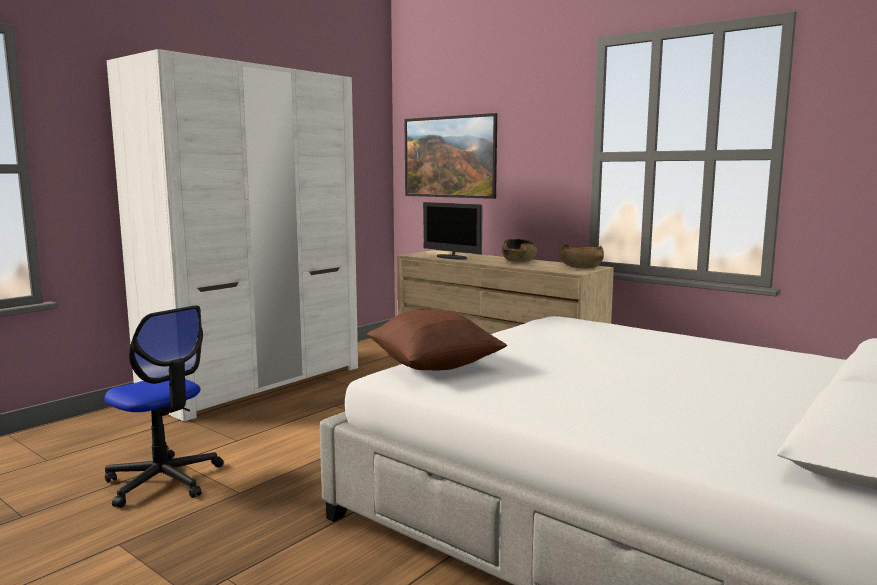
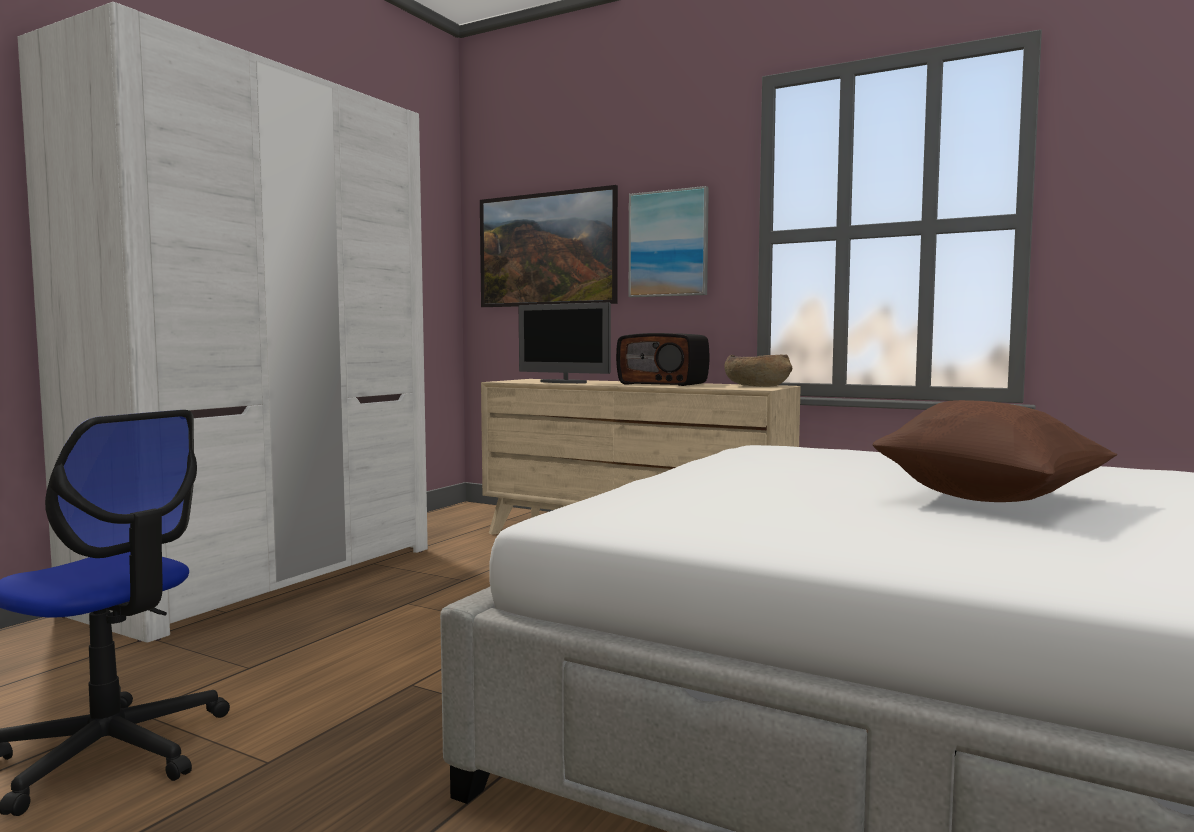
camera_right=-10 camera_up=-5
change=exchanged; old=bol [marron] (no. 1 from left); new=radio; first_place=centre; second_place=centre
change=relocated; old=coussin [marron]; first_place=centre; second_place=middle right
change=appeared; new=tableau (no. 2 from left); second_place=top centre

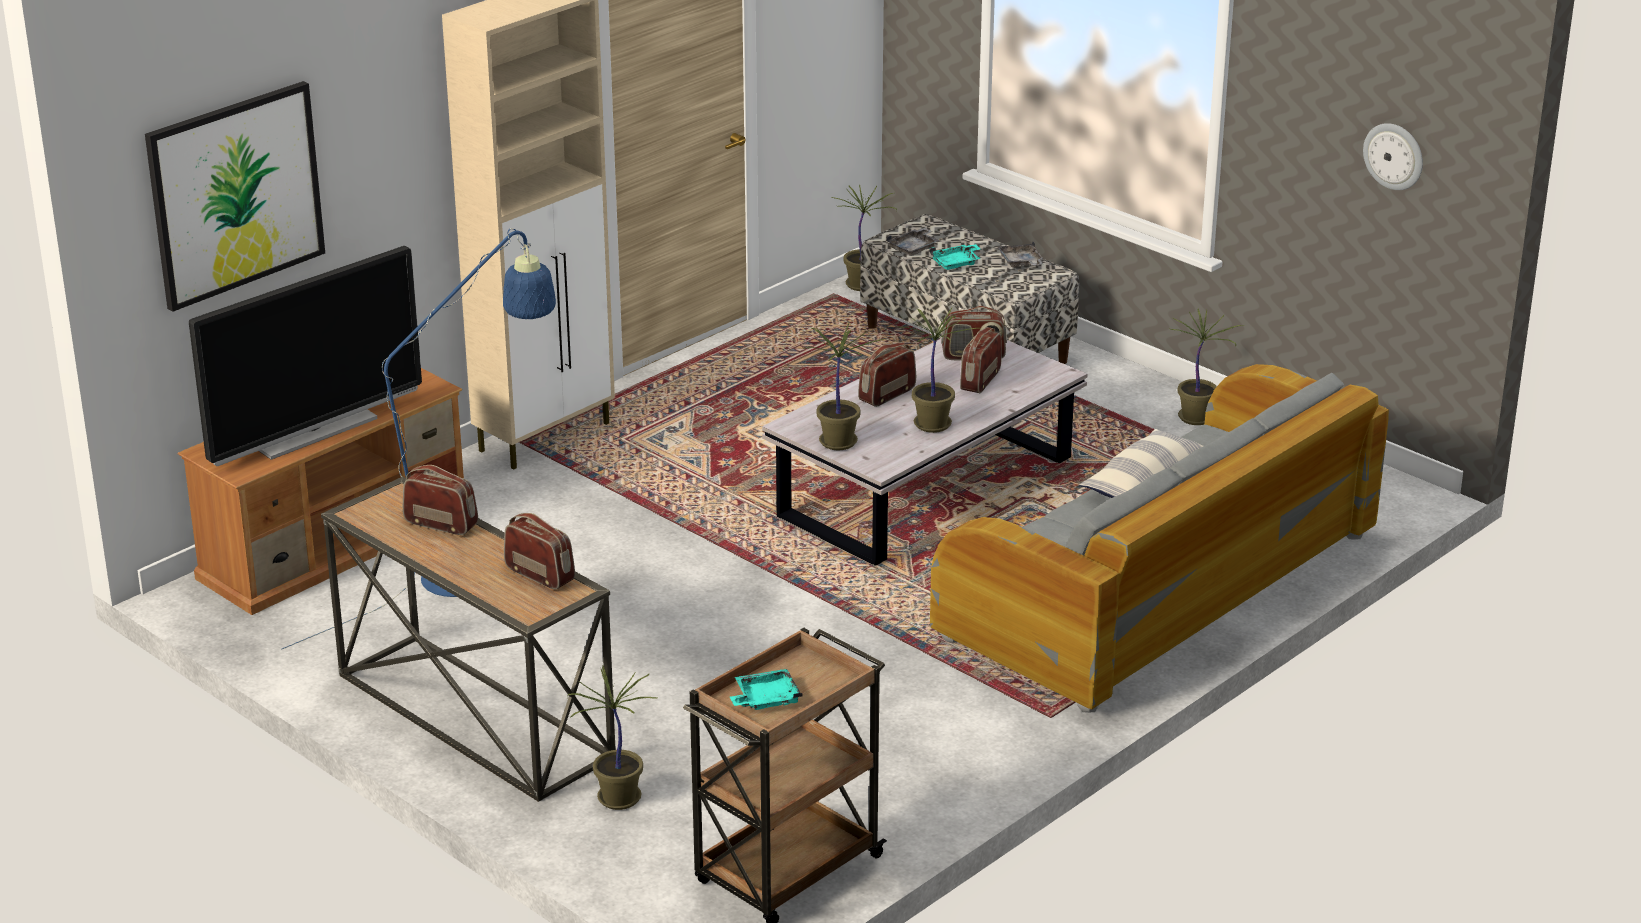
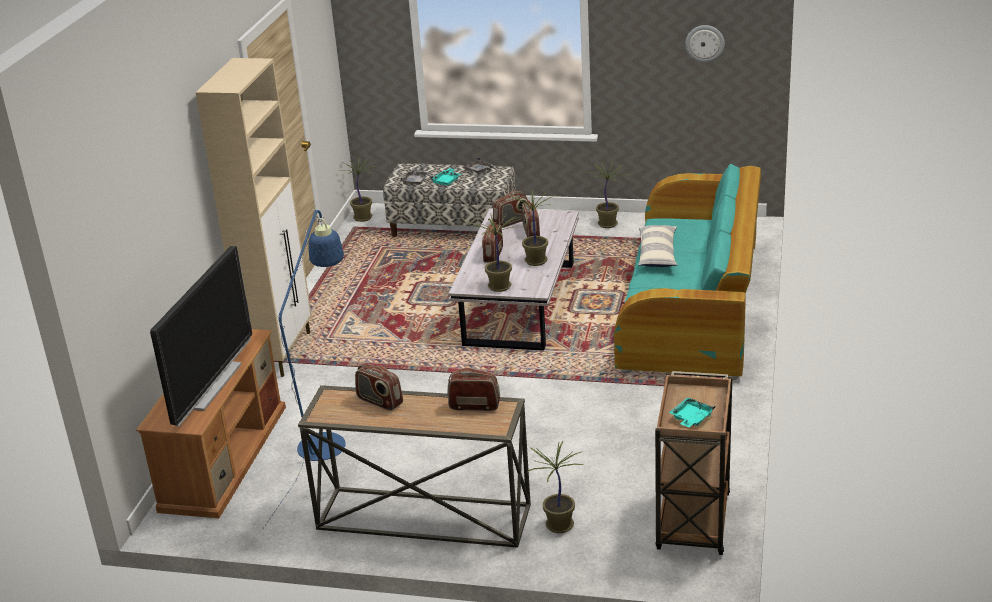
camera_right=-30 camera_up=0
change=missing; old=tableau; first_place=top left
change=colour; old=canapé [gris]; new=canapé [turquoise]; first_place=middle right; second_place=middle right
change=spun; old=radio (no. 1 from left); first_place=middle left; second_place=centre; degrees=-135

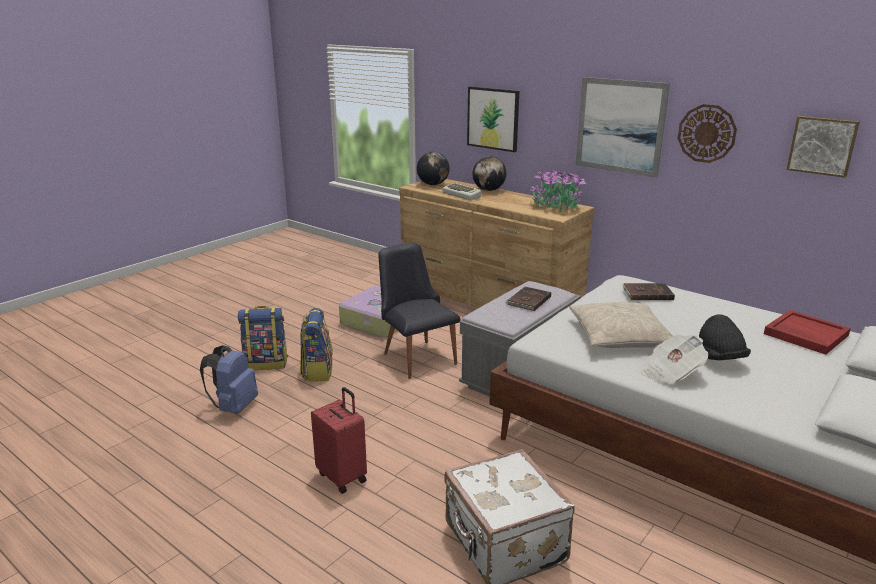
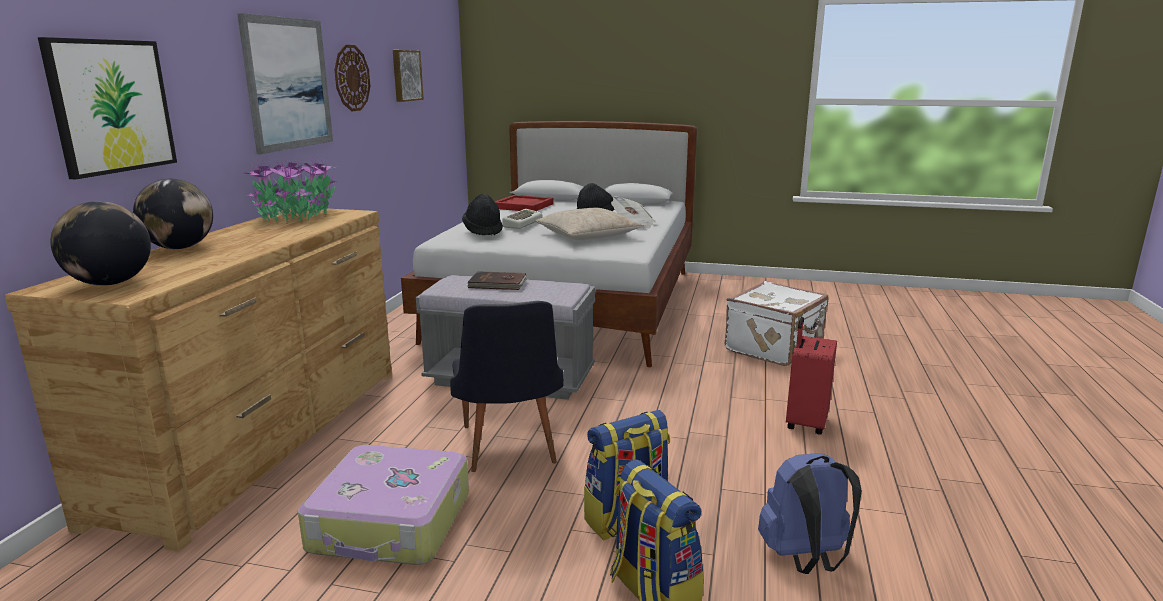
camera_right=-115 camera_up=-5
change=relocated; old=clavier; first_place=top centre; second_place=centre
change=spun; old=chaise [noir]; first_place=centre; second_place=centre; degrees=-45
change=exchanged; old=livre [marron] (no. 2 from left); new=chapeau [noir] (no. 1 from left); first_place=middle right; second_place=centre

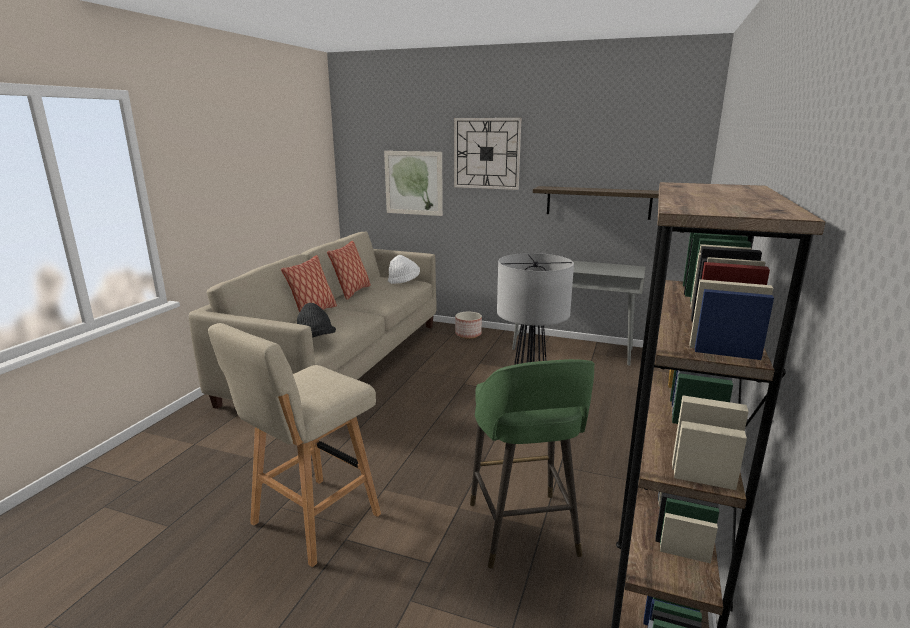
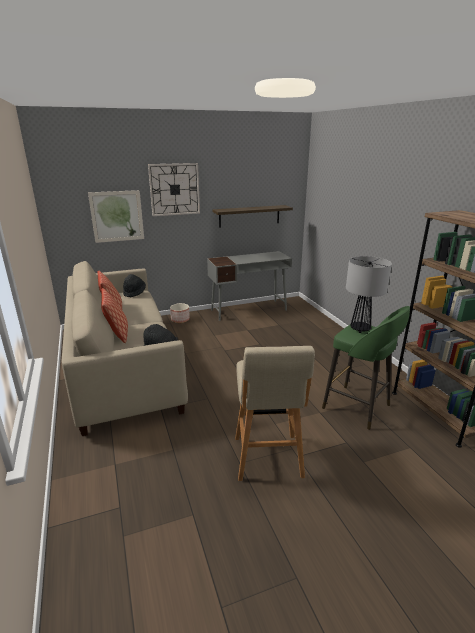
camera_right=-40 camera_up=5
change=colour; old=chapeau [blanc]; new=chapeau [noir] (no. 1 from left); first_place=centre; second_place=middle left

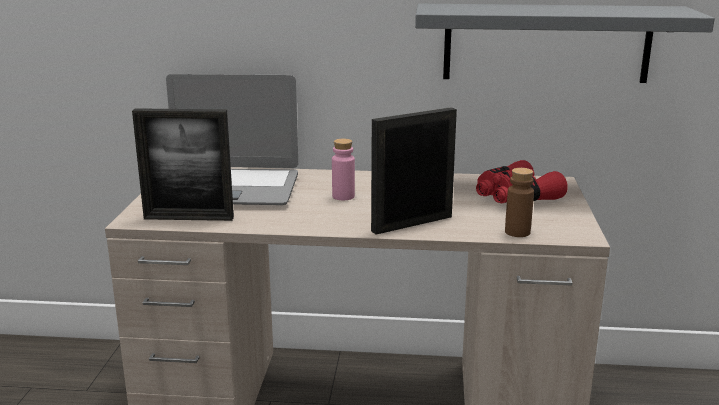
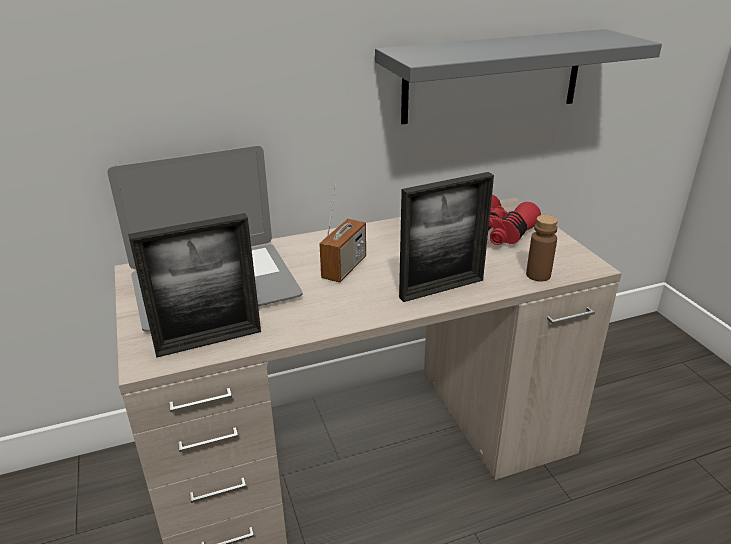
camera_right=-25 camera_up=10
change=spun; old=cadre photo (no. 2 from left); first_place=centre; second_place=centre; degrees=-150
change=exchanged; old=bouteille [rose]; new=radio; first_place=centre; second_place=centre

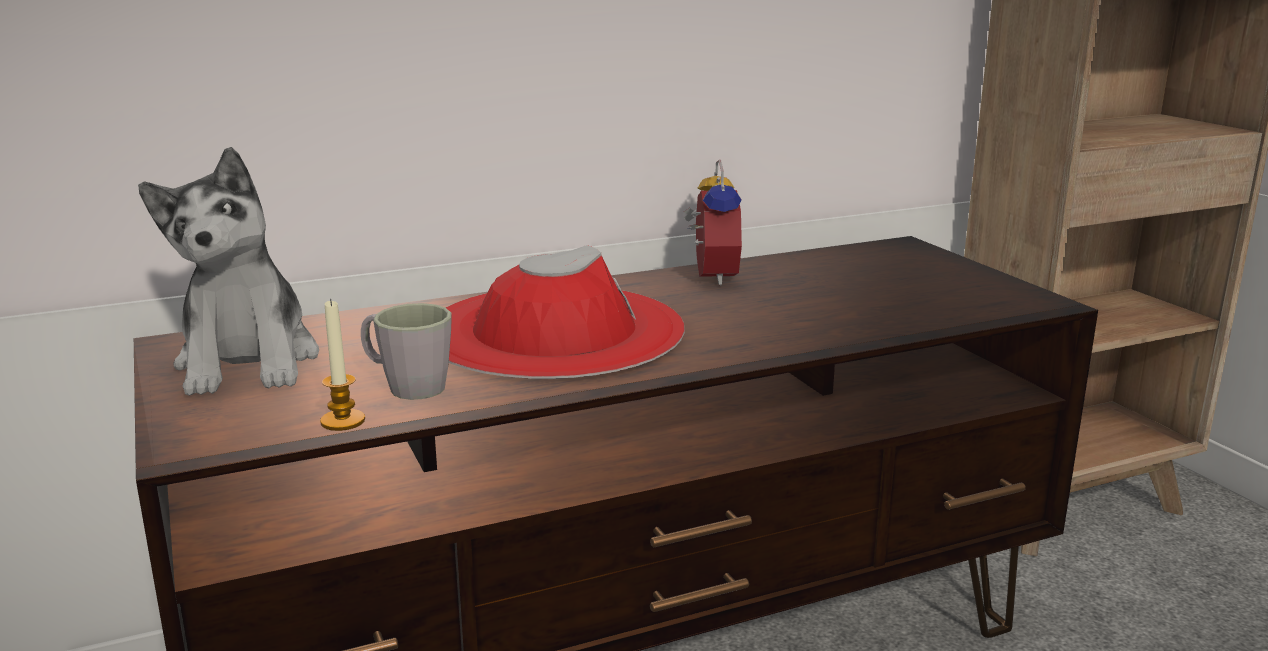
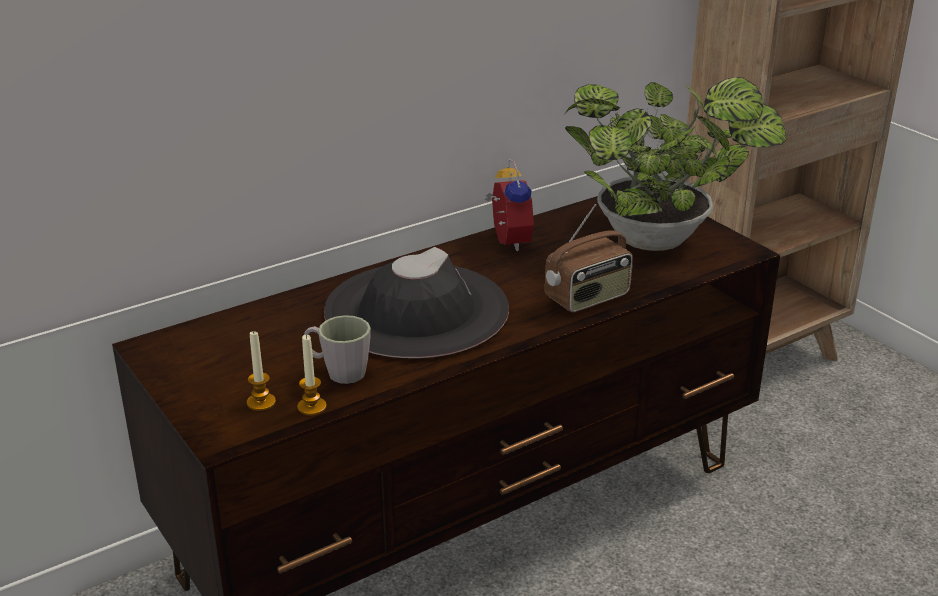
camera_right=-10 camera_up=10
change=missing; old=peluche; first_place=middle left
change=colour; old=chapeau [rouge]; new=chapeau [noir]; first_place=centre; second_place=centre
change=appeared; new=plante en pot; second_place=top right
change=appeared; new=radio; second_place=centre
change=appeared; new=bougie (no. 1 from left); second_place=middle left

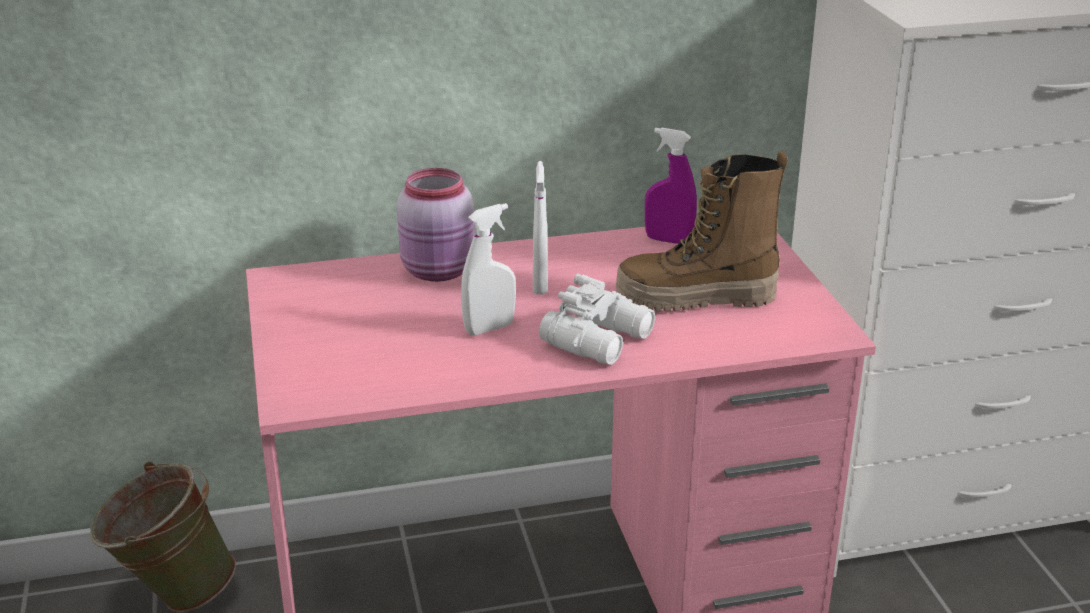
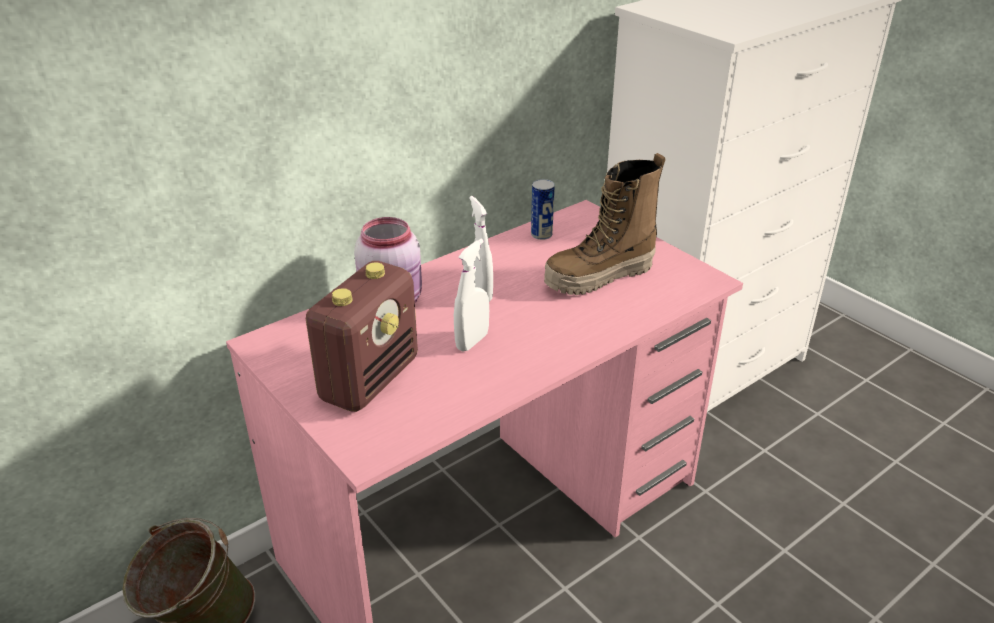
camera_right=-25 camera_up=5
change=exchanged; old=vaporisateur [violet]; new=boîte métallique; first_place=top centre; second_place=centre
change=missing; old=jumelles [blanc]; first_place=centre
change=appeared; new=radio; second_place=centre

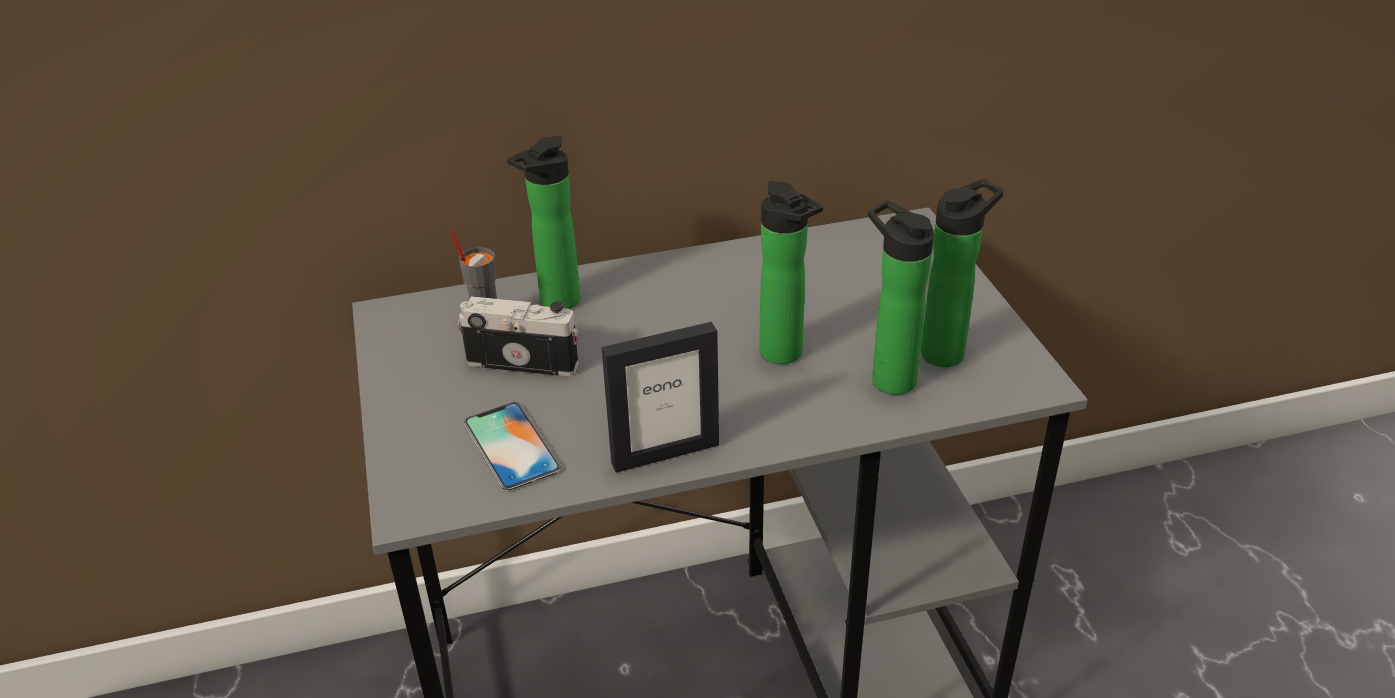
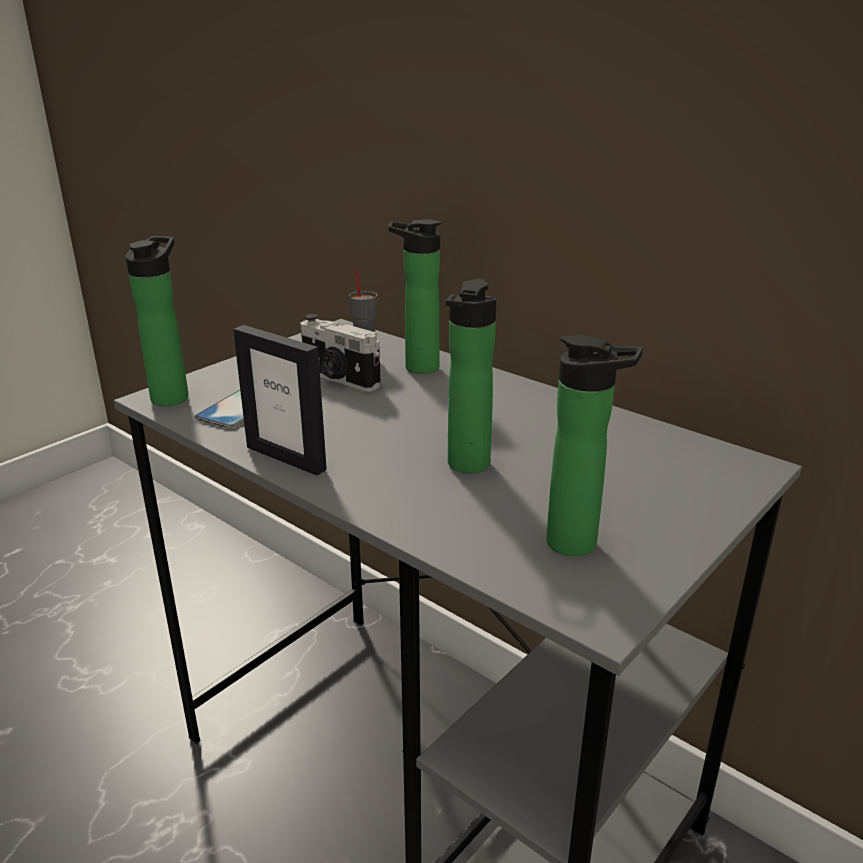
camera_right=55 camera_up=-10
change=relocated; old=bouteille (no. 3 from left in the first image); new=bouteille (no. 1 from left); first_place=centre; second_place=middle left
change=spun; old=appareil photo; first_place=centre; second_place=centre; degrees=150

